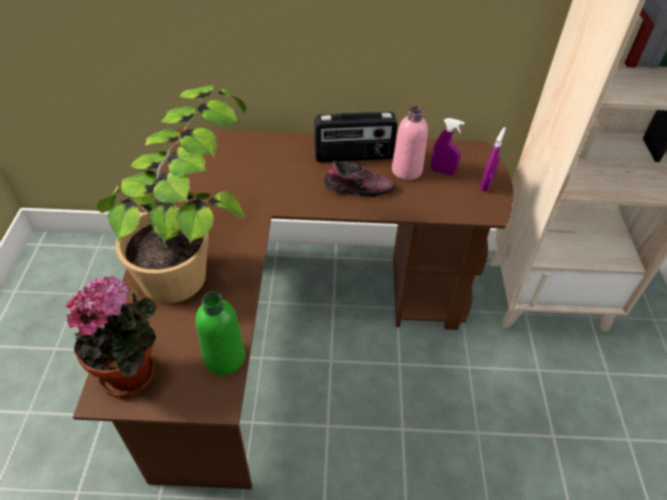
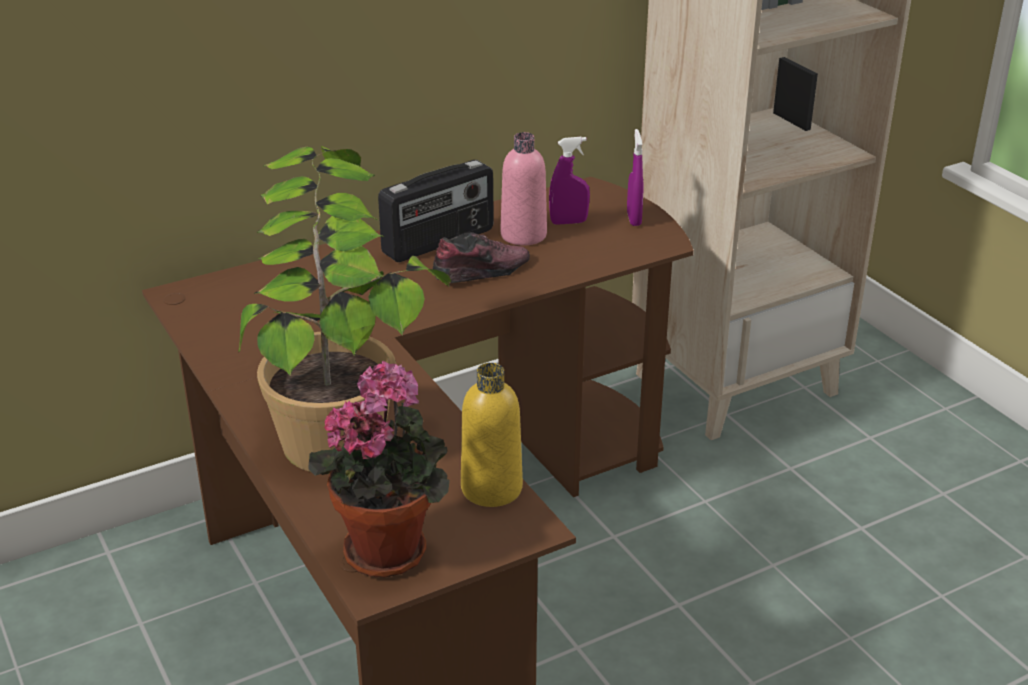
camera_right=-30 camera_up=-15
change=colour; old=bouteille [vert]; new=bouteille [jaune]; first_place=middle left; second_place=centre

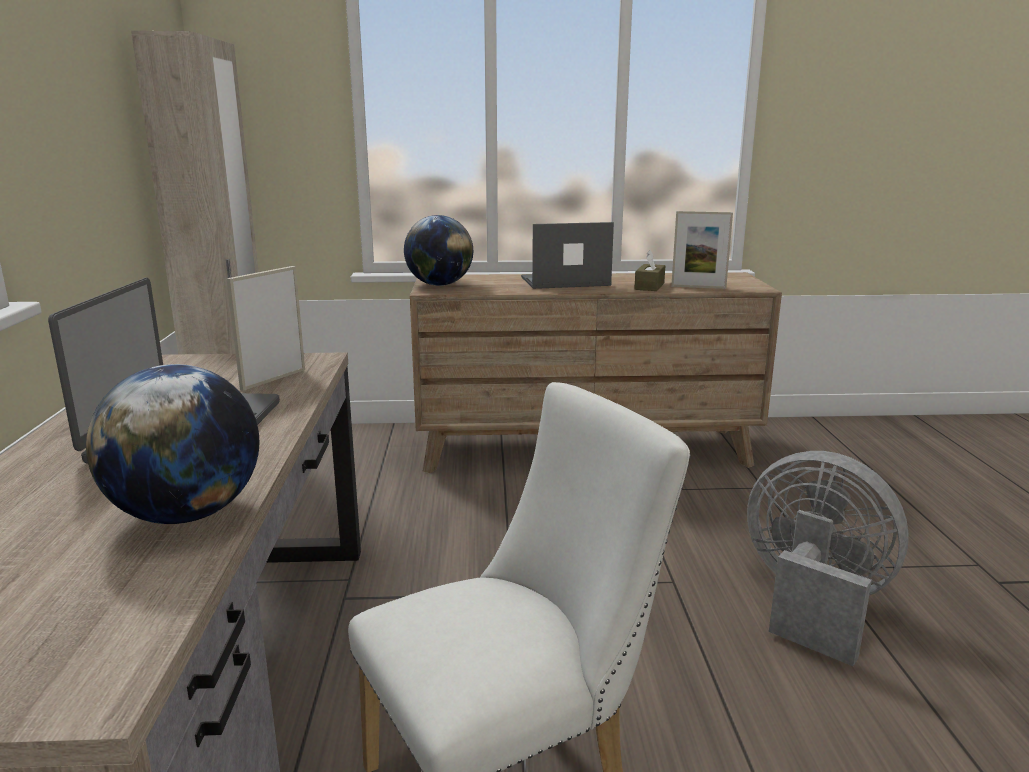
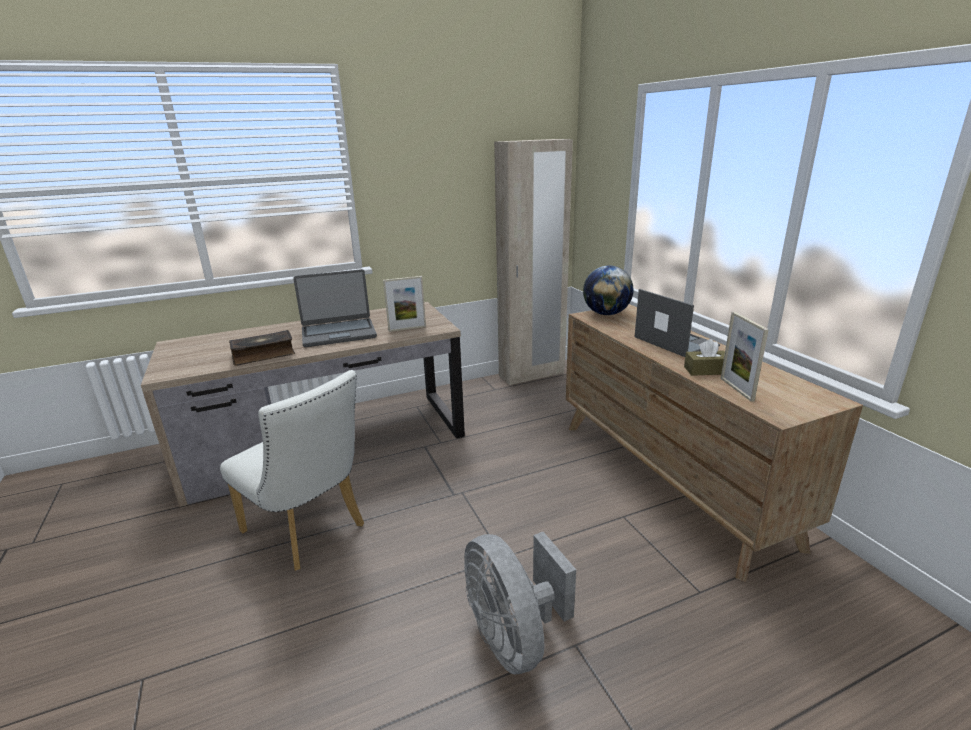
camera_right=70 camera_up=5
change=spun; old=cadre photo (no. 1 from left); first_place=middle left; second_place=centre; degrees=150
change=exchanged; old=globe (no. 1 from left); new=livre; first_place=middle left; second_place=middle left
change=spun; old=ventilateur [gris]; first_place=bottom right; second_place=bottom centre; degrees=135

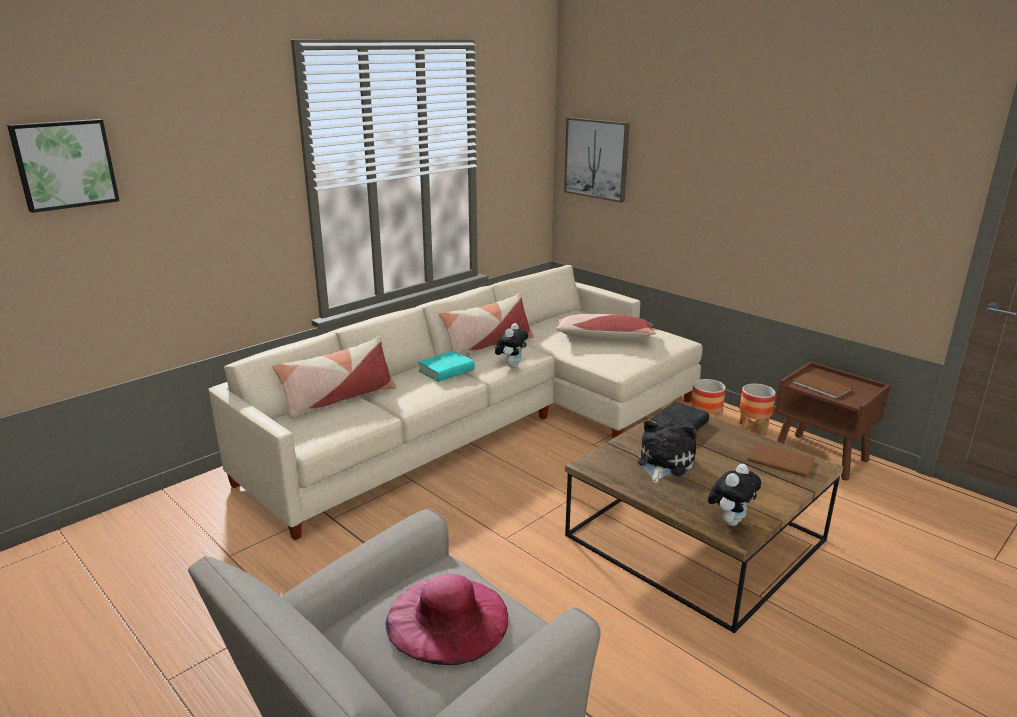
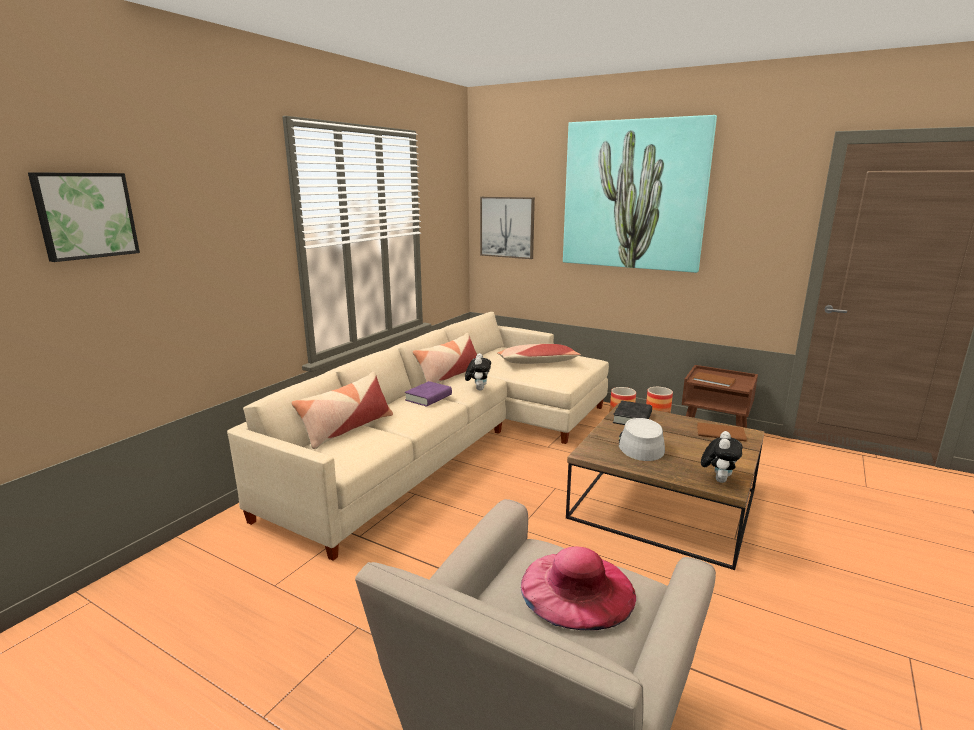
camera_right=-15 camera_up=-5
change=colour; old=livre [turquoise]; new=livre [violet]; first_place=centre; second_place=centre
change=exchanged; old=peluche (no. 2 from left); new=chapeau [gris]; first_place=centre; second_place=centre
change=appeared; new=tableau (no. 3 from left); second_place=top centre

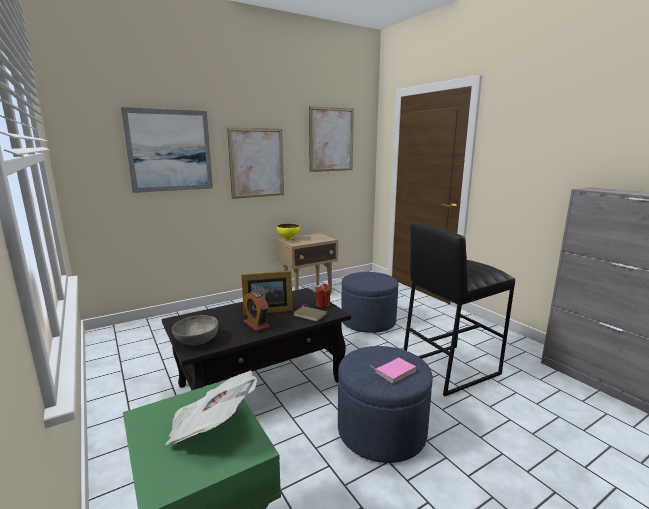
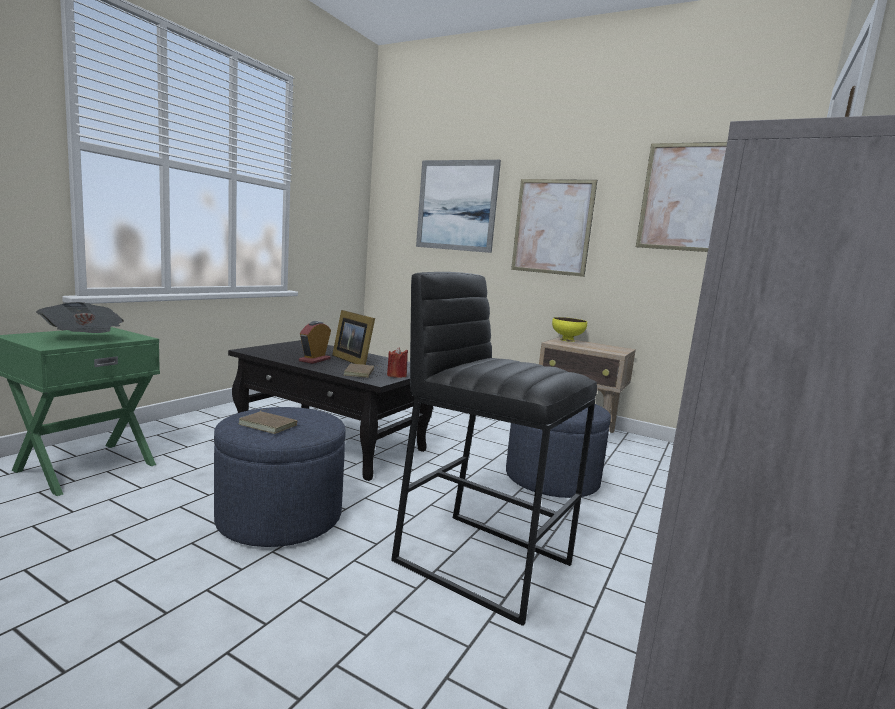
camera_right=60 camera_up=-5
change=missing; old=bol [gris]; first_place=middle left
change=colour; old=livre [rose]; new=livre [marron] (no. 1 from left); first_place=bottom centre; second_place=middle left

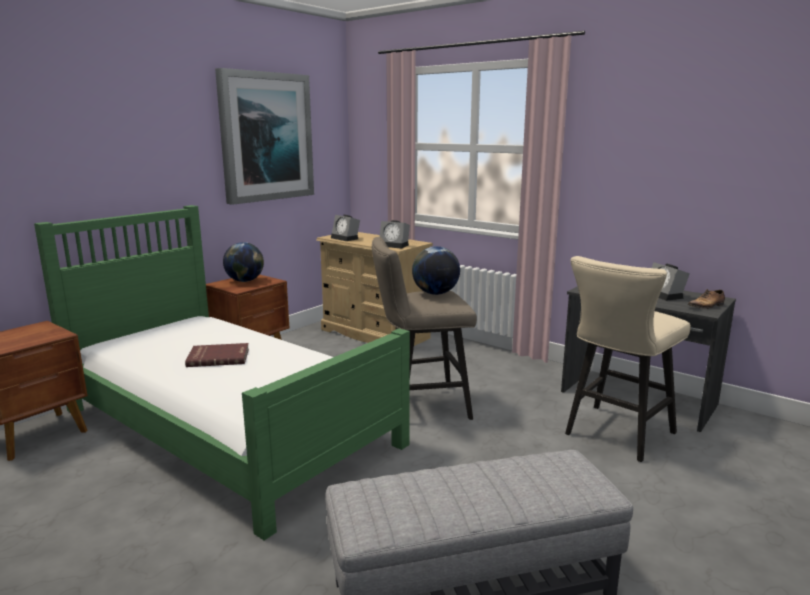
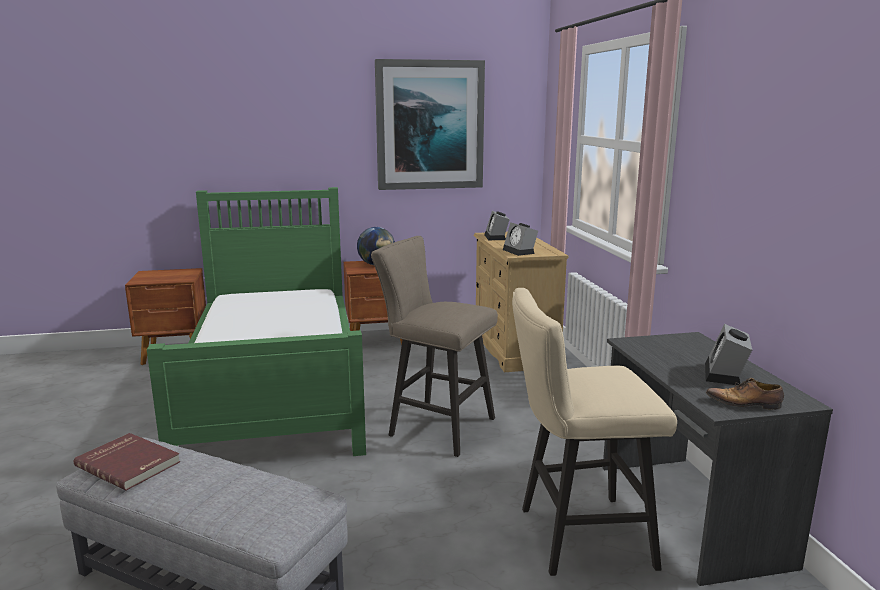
camera_right=40 camera_up=0
change=missing; old=globe (no. 2 from left); first_place=centre
change=relocated; old=livre [rouge]; first_place=middle left; second_place=bottom left

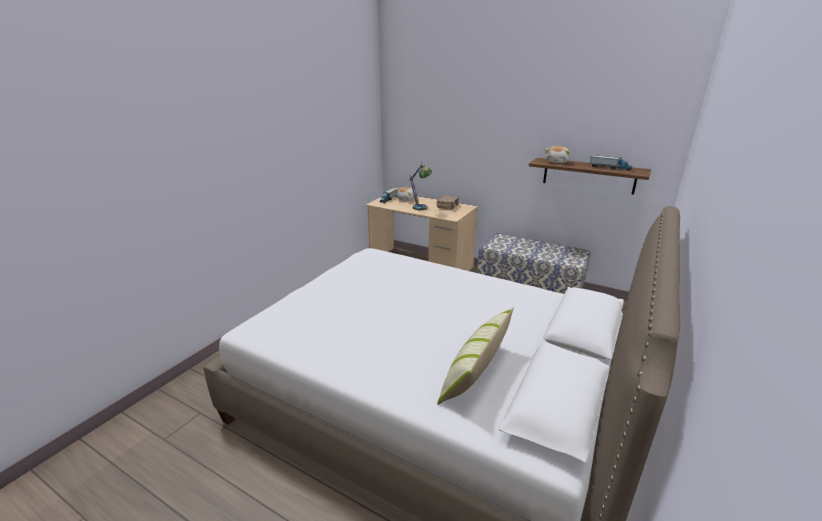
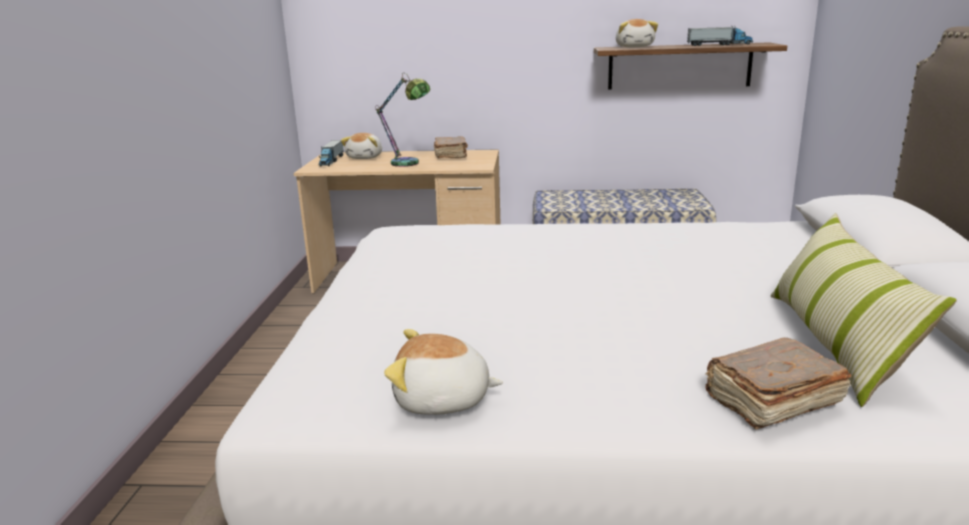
camera_right=-25 camera_up=-5
change=appeared; new=peluche (no. 2 from left); second_place=bottom centre
change=appeared; new=livre [marron] (no. 2 from left); second_place=bottom right

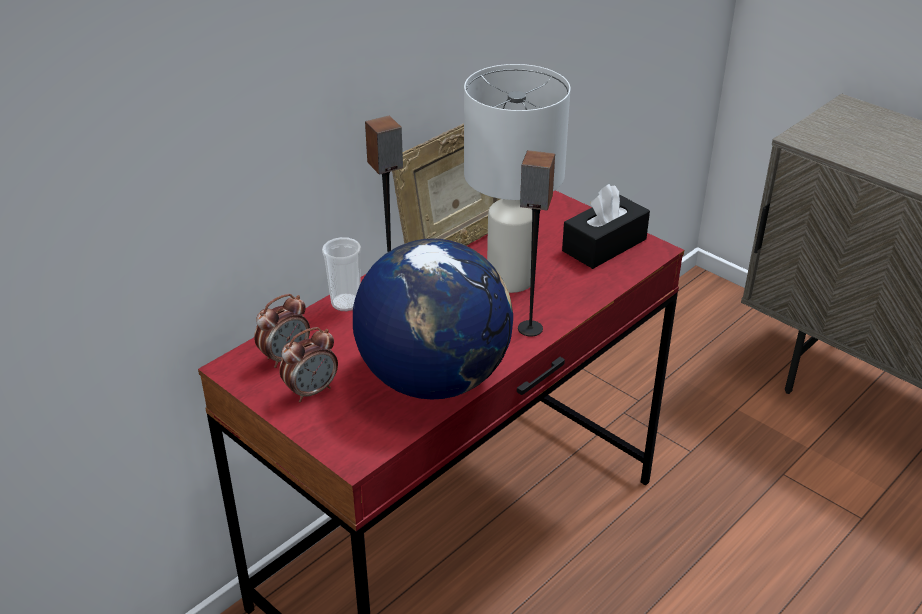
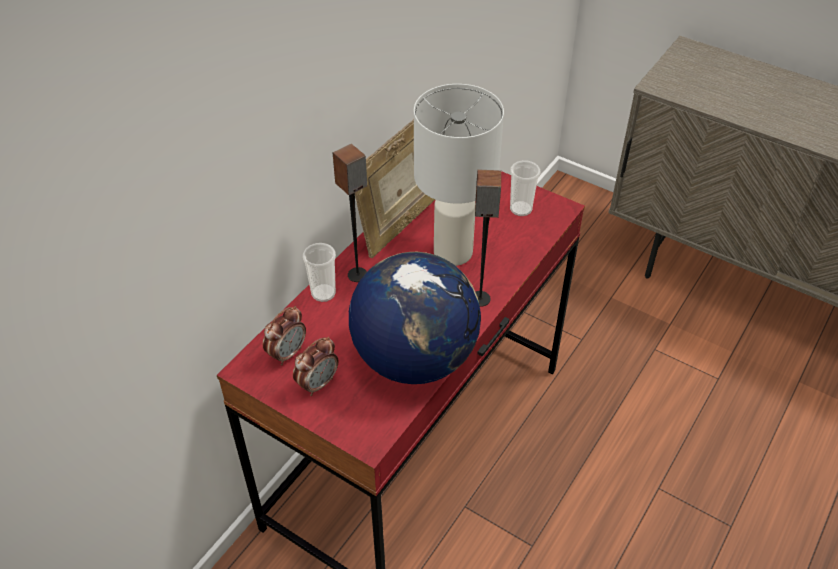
camera_right=-10 camera_up=10
change=exchanged; old=boîte à mouchoirs [noir]; new=tasse (no. 2 from left); first_place=centre; second_place=top centre

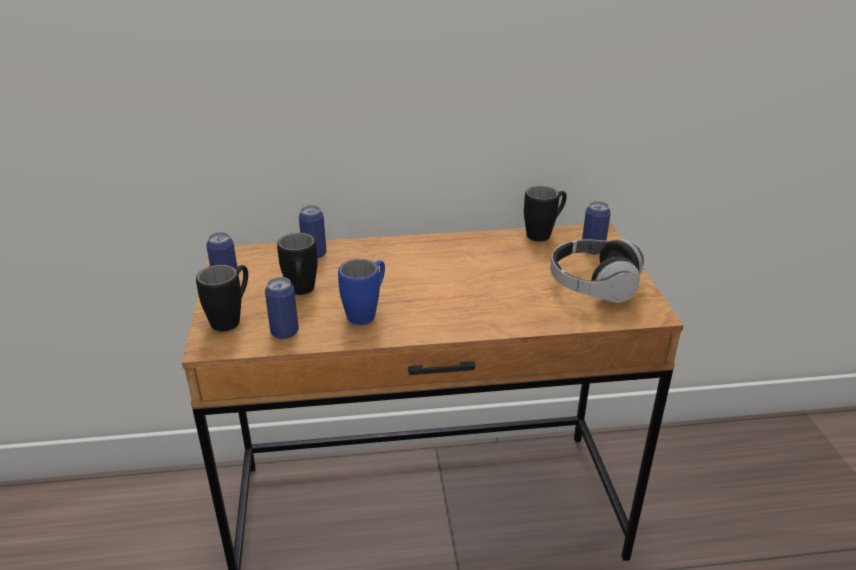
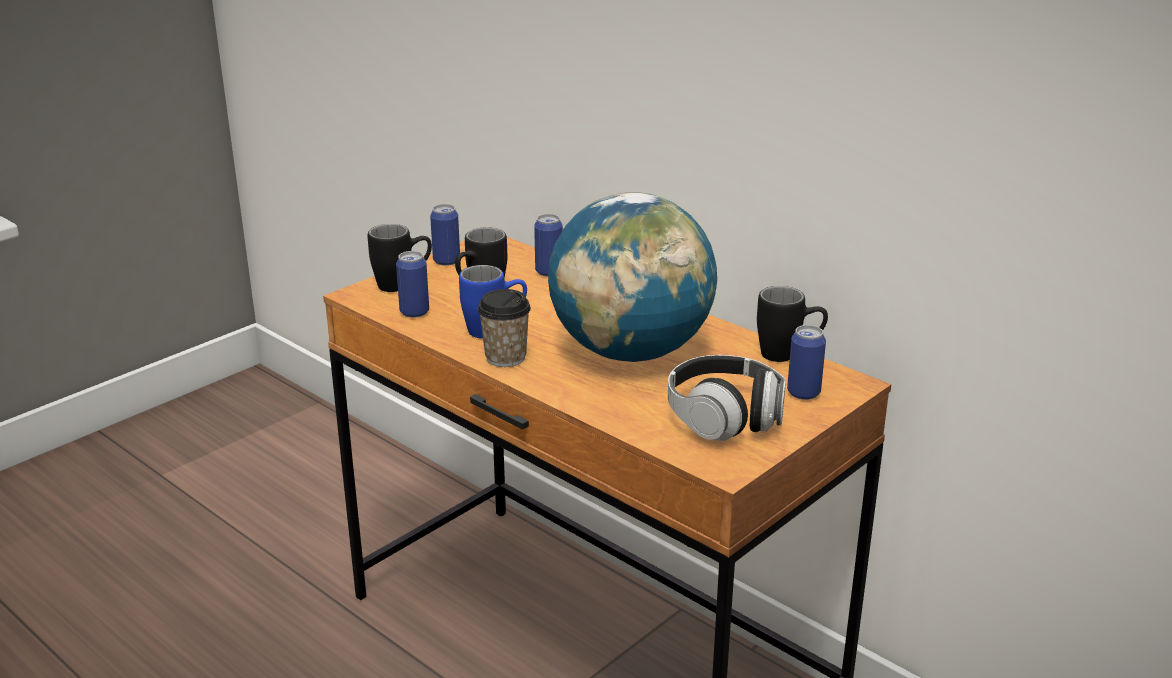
camera_right=50 camera_up=-5
change=appeared; new=globe; second_place=centre
change=appeared; new=tasse; second_place=centre

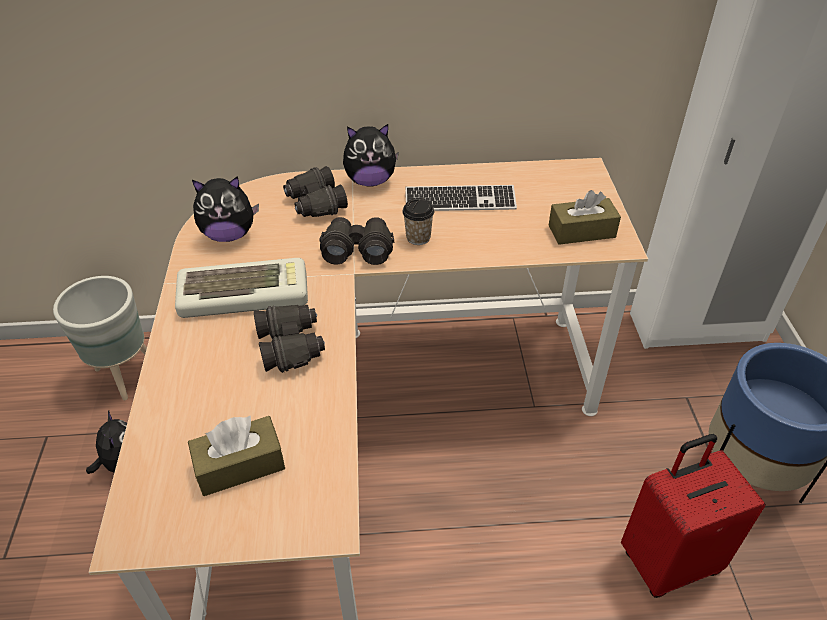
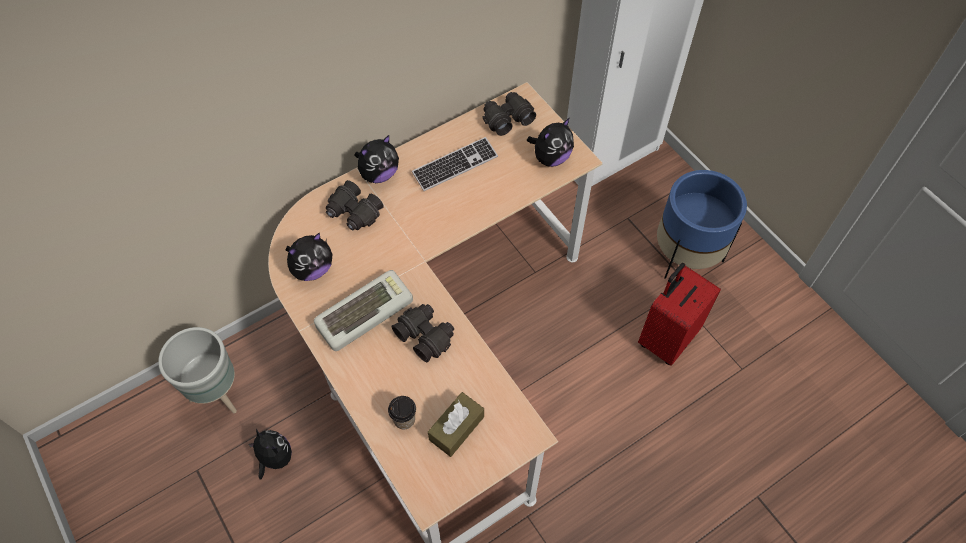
camera_right=-30 camera_up=15
change=exchanged; old=boîte à mouchoirs [marron] (no. 2 from left); new=peluche (no. 4 from left); first_place=middle right; second_place=top centre
change=relocated; old=tasse; first_place=centre; second_place=bottom centre
change=relocated; old=jumelles [noir] (no. 3 from left); first_place=centre; second_place=top centre

